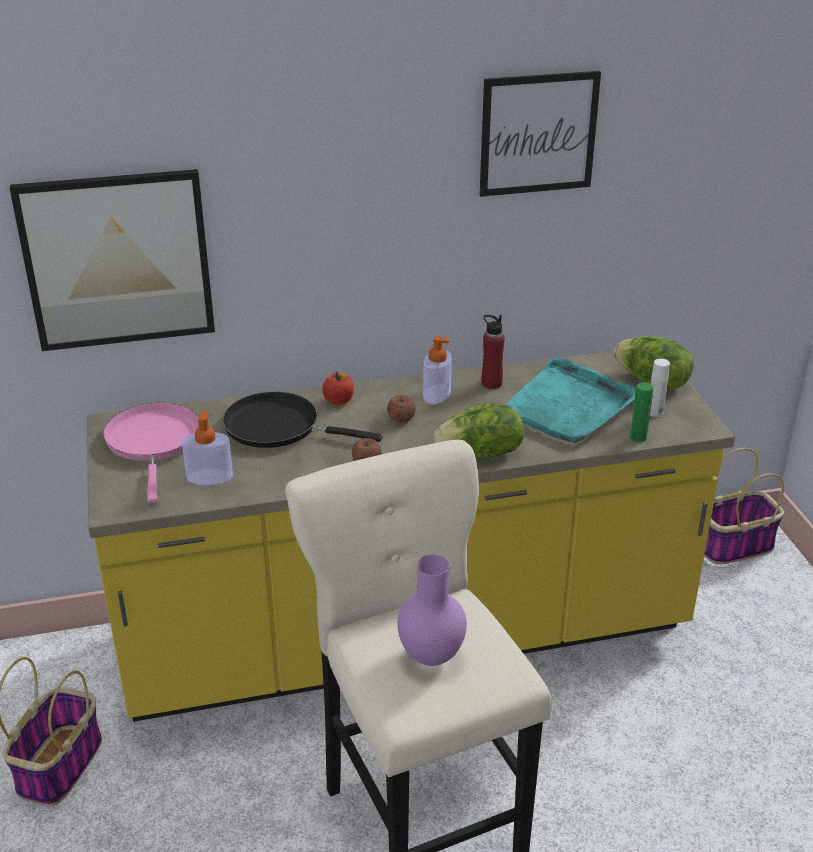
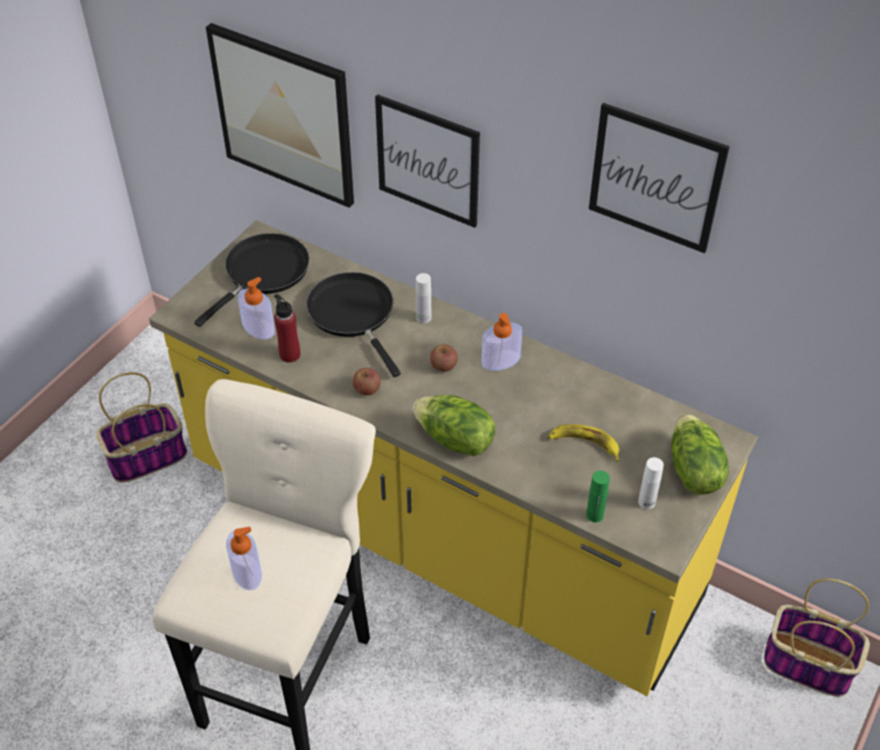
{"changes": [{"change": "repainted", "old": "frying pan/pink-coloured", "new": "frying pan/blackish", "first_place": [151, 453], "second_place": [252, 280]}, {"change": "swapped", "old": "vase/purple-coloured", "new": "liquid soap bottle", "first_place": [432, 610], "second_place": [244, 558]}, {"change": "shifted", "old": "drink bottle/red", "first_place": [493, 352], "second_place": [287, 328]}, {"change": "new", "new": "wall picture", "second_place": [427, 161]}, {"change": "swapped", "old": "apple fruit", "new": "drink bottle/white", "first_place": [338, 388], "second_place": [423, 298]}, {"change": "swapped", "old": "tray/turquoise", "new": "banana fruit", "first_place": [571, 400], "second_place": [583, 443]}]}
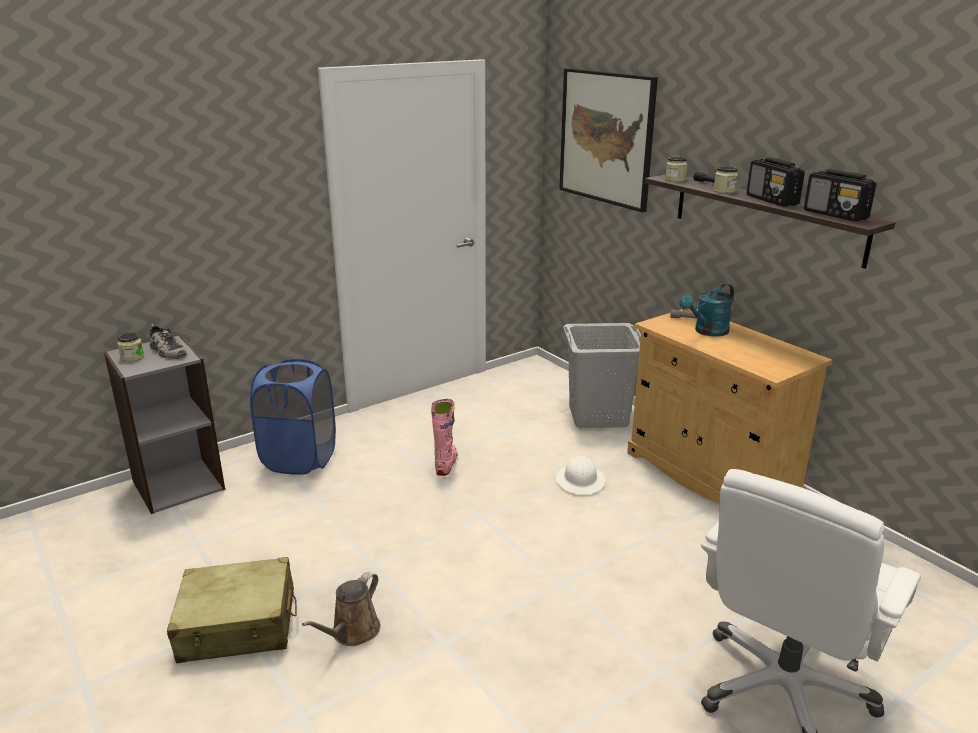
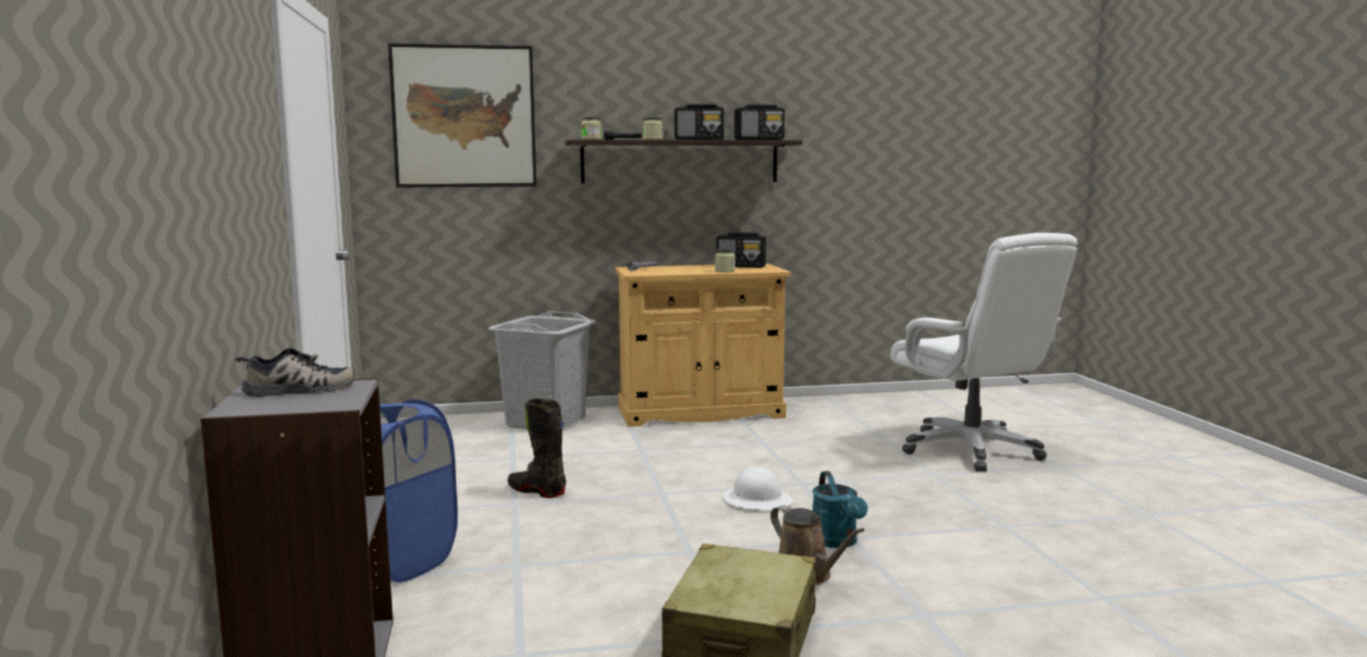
{"changes": [{"change": "repainted", "old": "tall boot/pink-coloured", "new": "tall boot/blackish", "first_place": [444, 437], "second_place": [537, 448]}, {"change": "shifted", "old": "storage jar", "first_place": [130, 347], "second_place": [725, 260]}, {"change": "new", "new": "radio receiver", "second_place": [741, 250]}, {"change": "shifted", "old": "safety helmet/white", "first_place": [580, 475], "second_place": [758, 488]}, {"change": "shifted", "old": "watering pot/turquoise", "first_place": [707, 310], "second_place": [840, 509]}]}
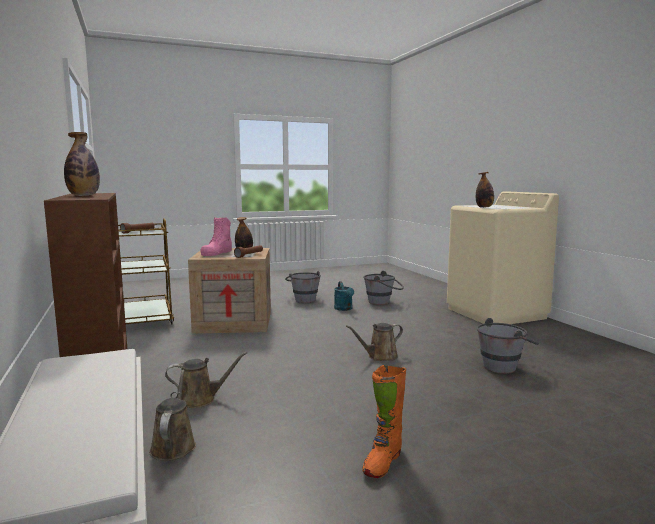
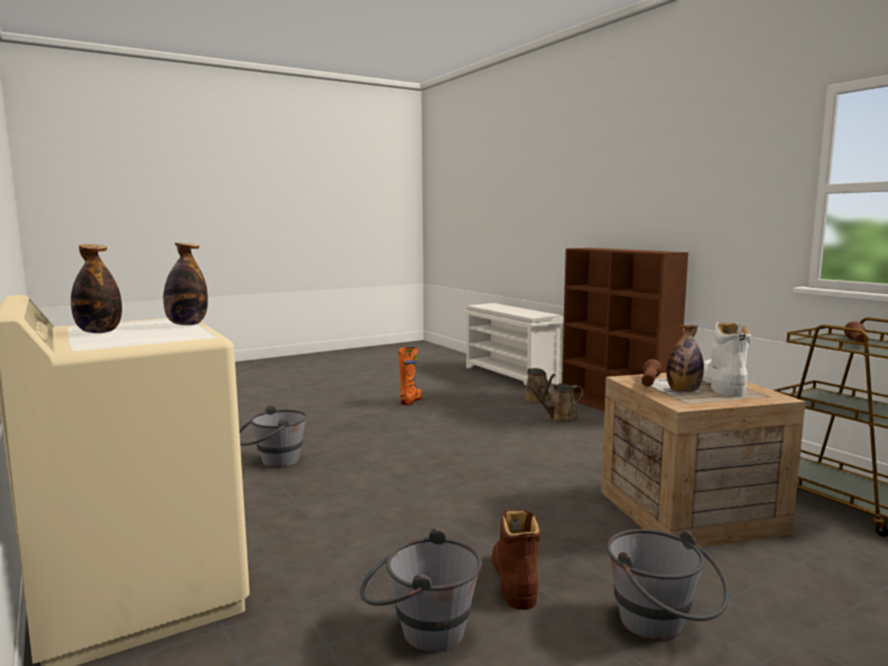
{"changes": [{"change": "shifted", "old": "drink bottle", "first_place": [82, 164], "second_place": [96, 288]}, {"change": "swapped", "old": "watering pot/turquoise", "new": "tall boot/brown-coloured", "first_place": [344, 296], "second_place": [516, 560]}, {"change": "repainted", "old": "tall boot/pink-coloured", "new": "tall boot/white", "first_place": [216, 236], "second_place": [726, 359]}, {"change": "gone", "old": "watering pot/brown-coloured", "first_place": [374, 342]}]}
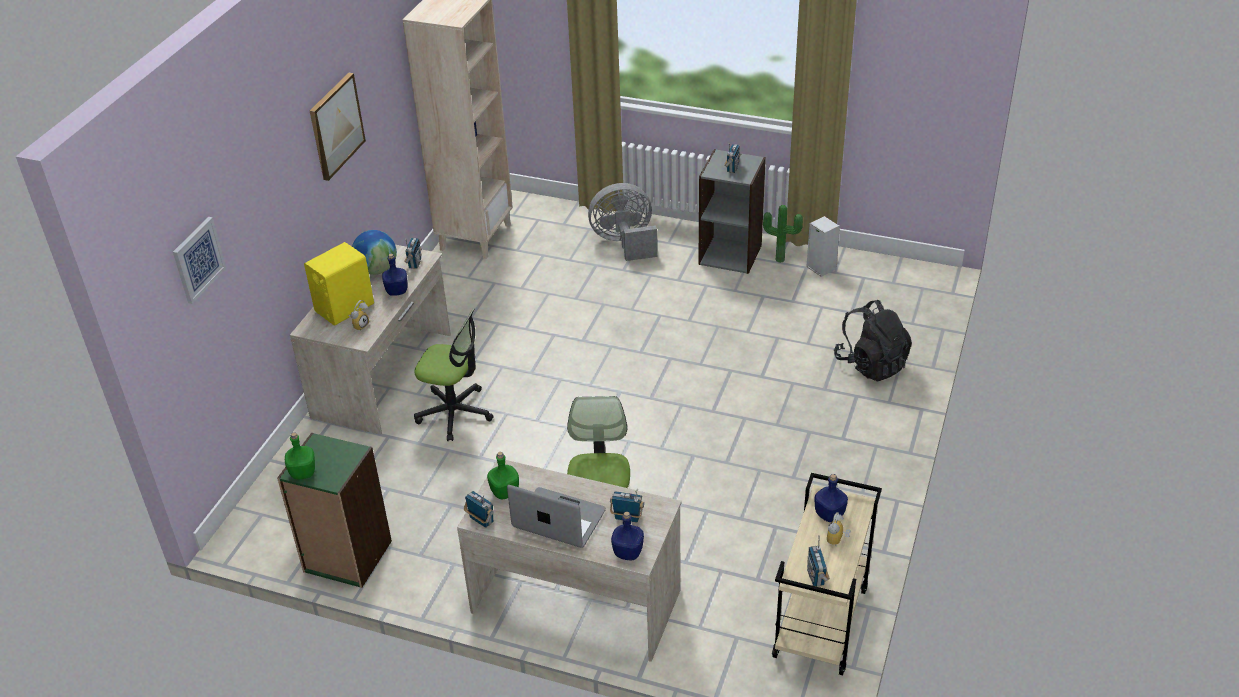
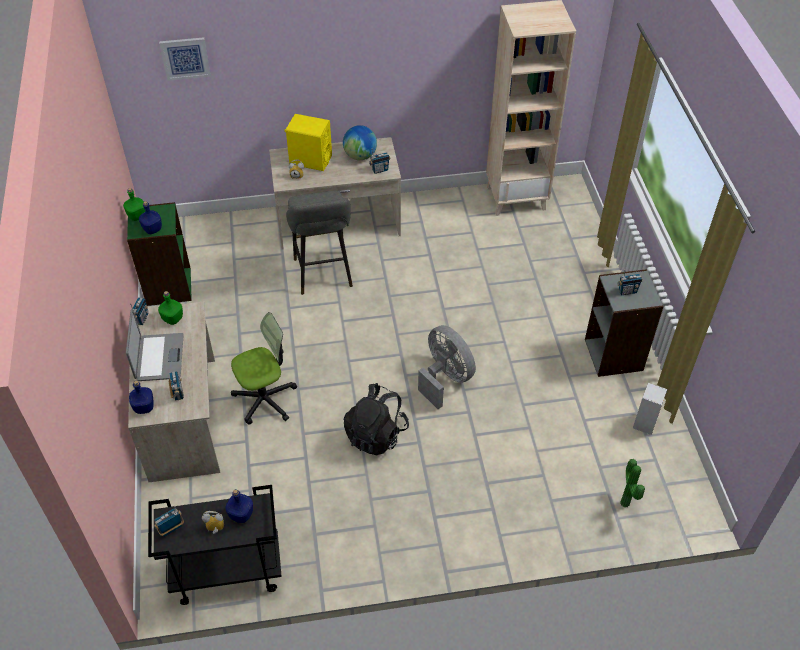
{"changes": [{"change": "shifted", "old": "drink bottle/bluish", "first_place": [395, 275], "second_place": [150, 217]}, {"change": "repainted", "old": "cart/sand-coloured", "new": "cart/blackish", "first_place": [827, 574], "second_place": [215, 545]}, {"change": "swapped", "old": "office chair", "new": "stool/greyish", "first_place": [454, 374], "second_place": [319, 243]}, {"change": "shifted", "old": "knapsack/blackish", "first_place": [873, 341], "second_place": [376, 419]}, {"change": "shifted", "old": "fan/greyish", "first_place": [622, 222], "second_place": [447, 367]}, {"change": "shifted", "old": "houseplant", "first_place": [783, 234], "second_place": [632, 483]}, {"change": "gone", "old": "wall picture", "first_place": [338, 127]}]}
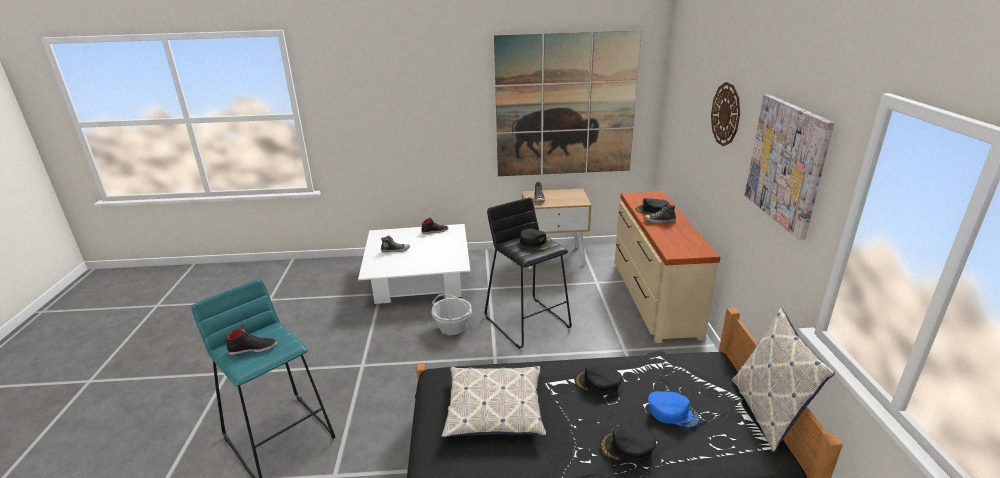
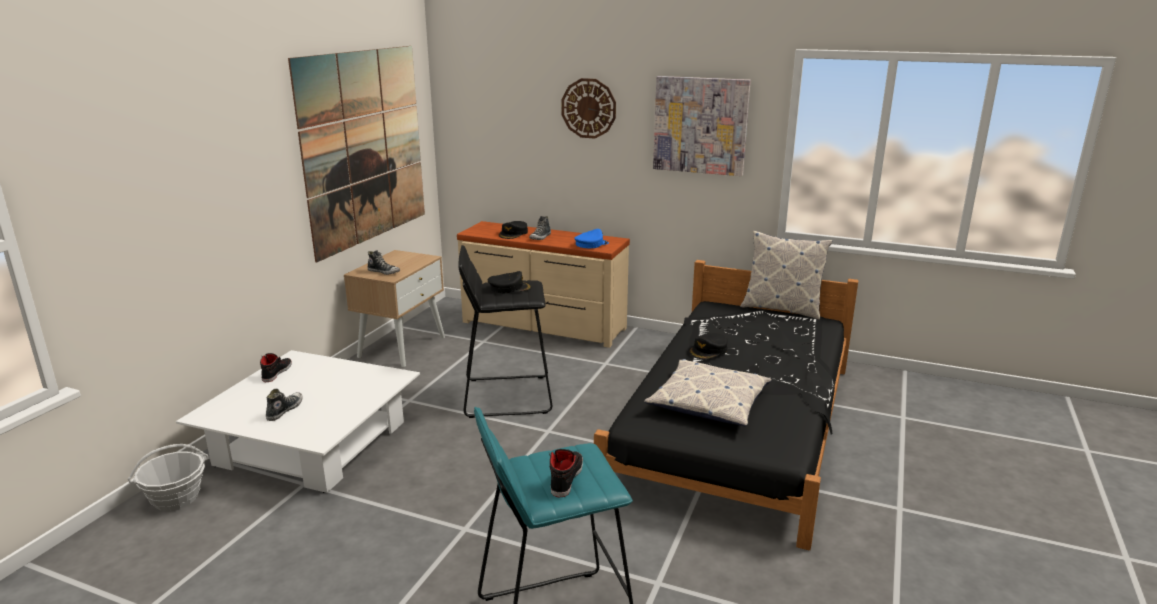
{"changes": [{"change": "shifted", "old": "storage basket", "first_place": [452, 314], "second_place": [168, 477]}, {"change": "shifted", "old": "cap/bluish", "first_place": [673, 409], "second_place": [591, 238]}, {"change": "gone", "old": "cap/blackish", "first_place": [628, 444]}]}
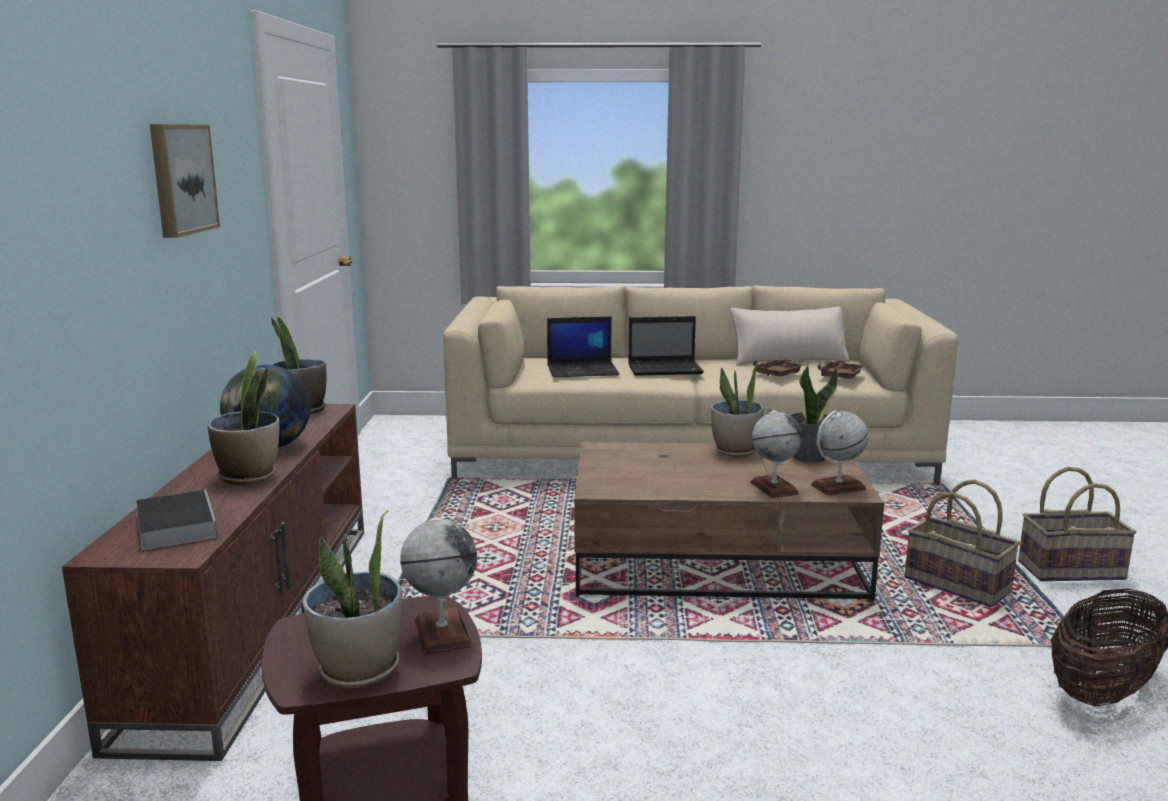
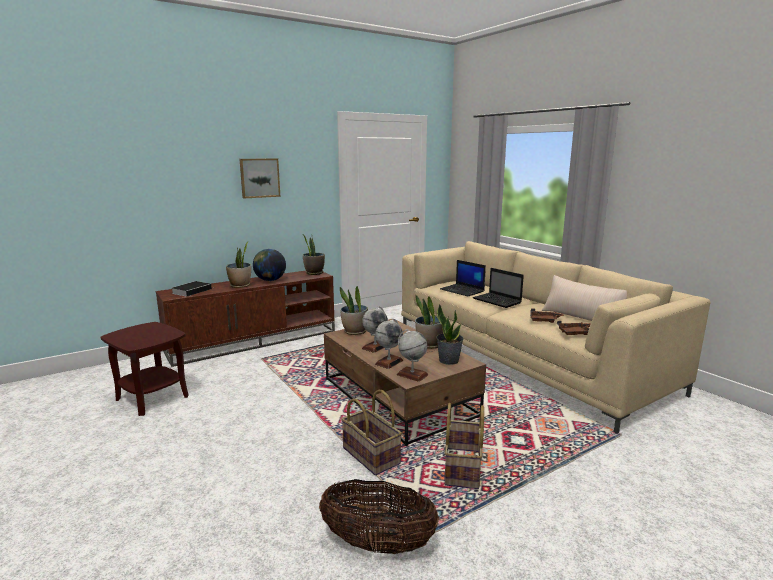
{"changes": [{"change": "shifted", "old": "houseplant", "first_place": [353, 599], "second_place": [354, 310]}, {"change": "shifted", "old": "storage basket", "first_place": [1077, 524], "second_place": [371, 433]}, {"change": "shifted", "old": "globe", "first_place": [438, 583], "second_place": [375, 329]}]}
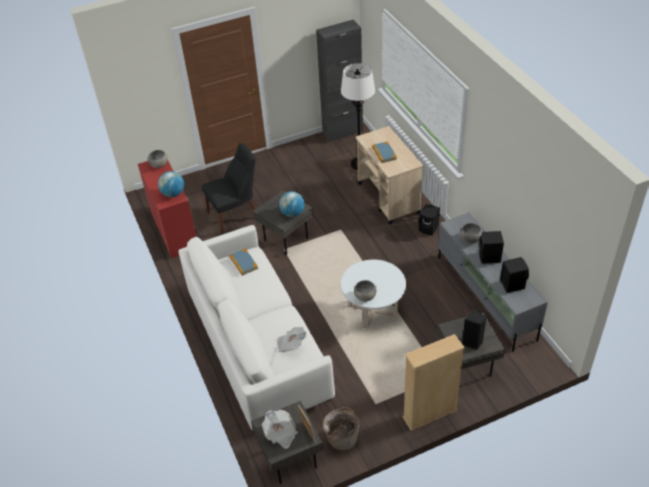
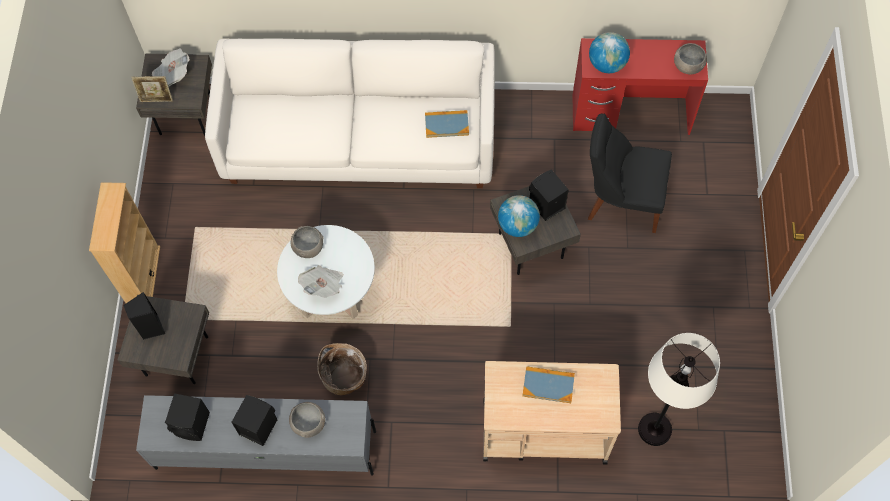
{"changes": [{"change": "shifted", "old": "daily paper", "first_place": [291, 339], "second_place": [320, 281]}, {"change": "shifted", "old": "storage basket", "first_place": [341, 428], "second_place": [342, 369]}, {"change": "shifted", "old": "loudspeaker/blackish", "first_place": [429, 219], "second_place": [549, 195]}, {"change": "rotated", "old": "upright chair/blackish", "first_place": [229, 188], "second_place": [630, 173], "degrees": 105}, {"change": "gone", "old": "storage cabinet/blackish", "first_place": [339, 81]}]}
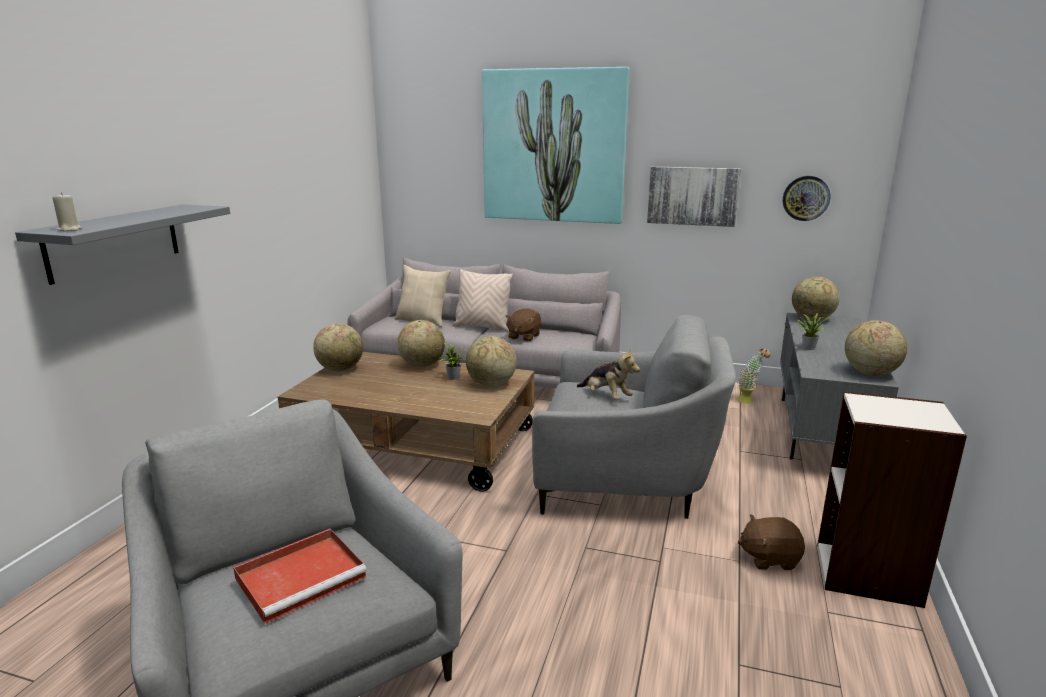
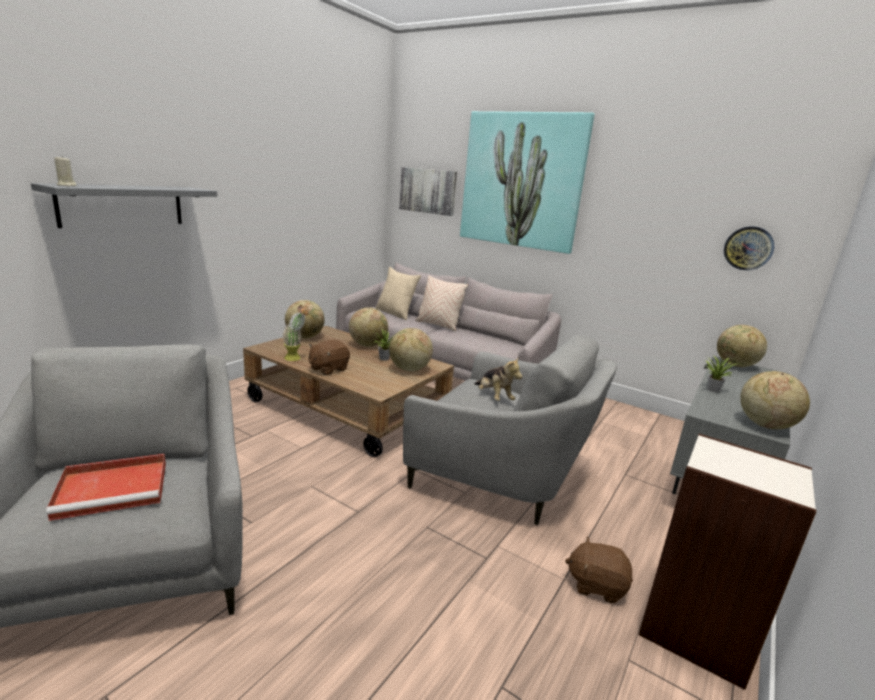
{"changes": [{"change": "shifted", "old": "houseplant", "first_place": [753, 376], "second_place": [295, 333]}, {"change": "shifted", "old": "plush toy/brown-coloured", "first_place": [523, 324], "second_place": [329, 357]}, {"change": "shifted", "old": "wall picture", "first_place": [694, 197], "second_place": [428, 191]}]}
